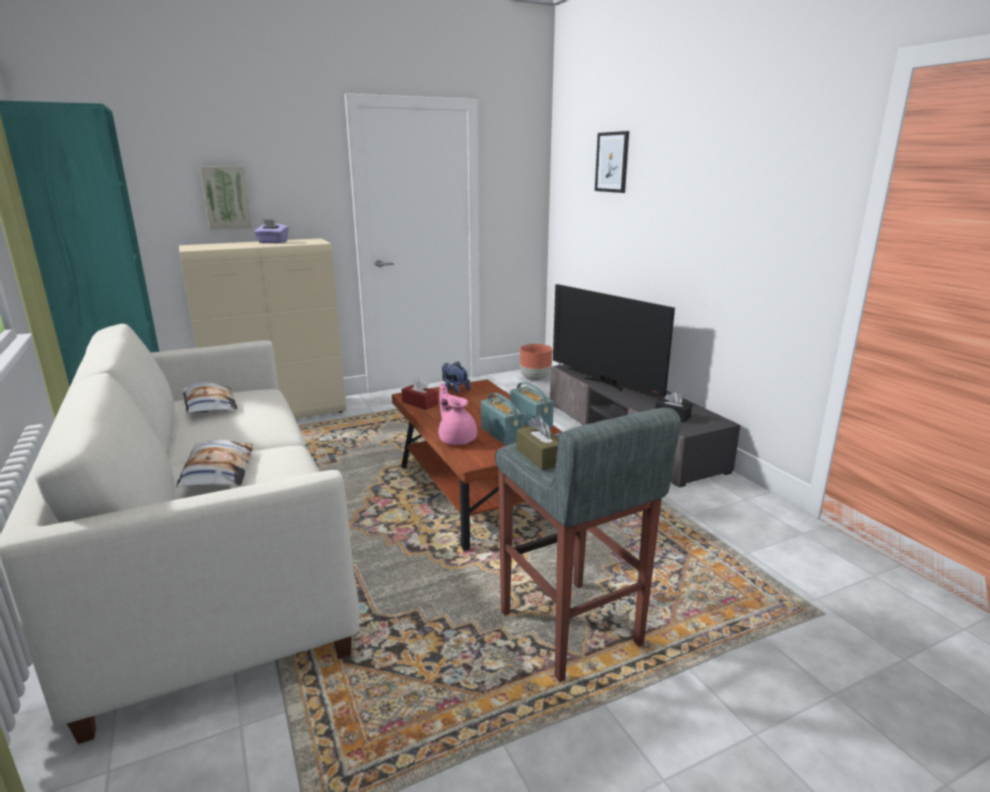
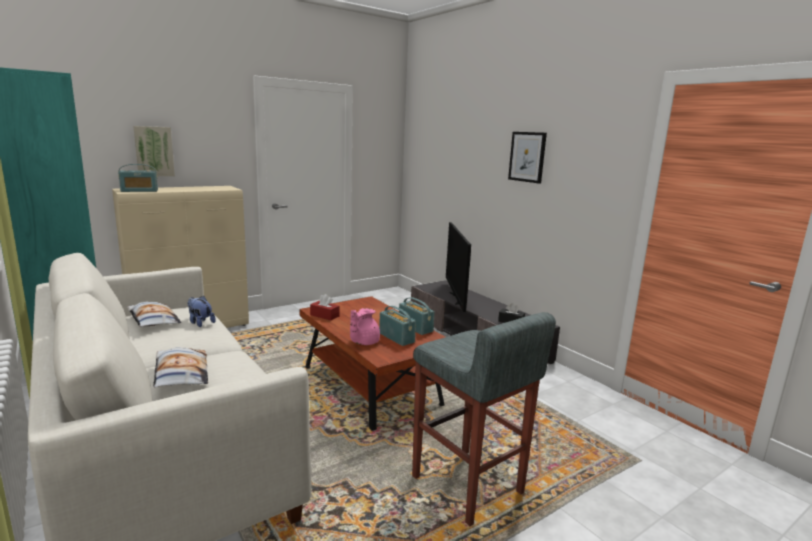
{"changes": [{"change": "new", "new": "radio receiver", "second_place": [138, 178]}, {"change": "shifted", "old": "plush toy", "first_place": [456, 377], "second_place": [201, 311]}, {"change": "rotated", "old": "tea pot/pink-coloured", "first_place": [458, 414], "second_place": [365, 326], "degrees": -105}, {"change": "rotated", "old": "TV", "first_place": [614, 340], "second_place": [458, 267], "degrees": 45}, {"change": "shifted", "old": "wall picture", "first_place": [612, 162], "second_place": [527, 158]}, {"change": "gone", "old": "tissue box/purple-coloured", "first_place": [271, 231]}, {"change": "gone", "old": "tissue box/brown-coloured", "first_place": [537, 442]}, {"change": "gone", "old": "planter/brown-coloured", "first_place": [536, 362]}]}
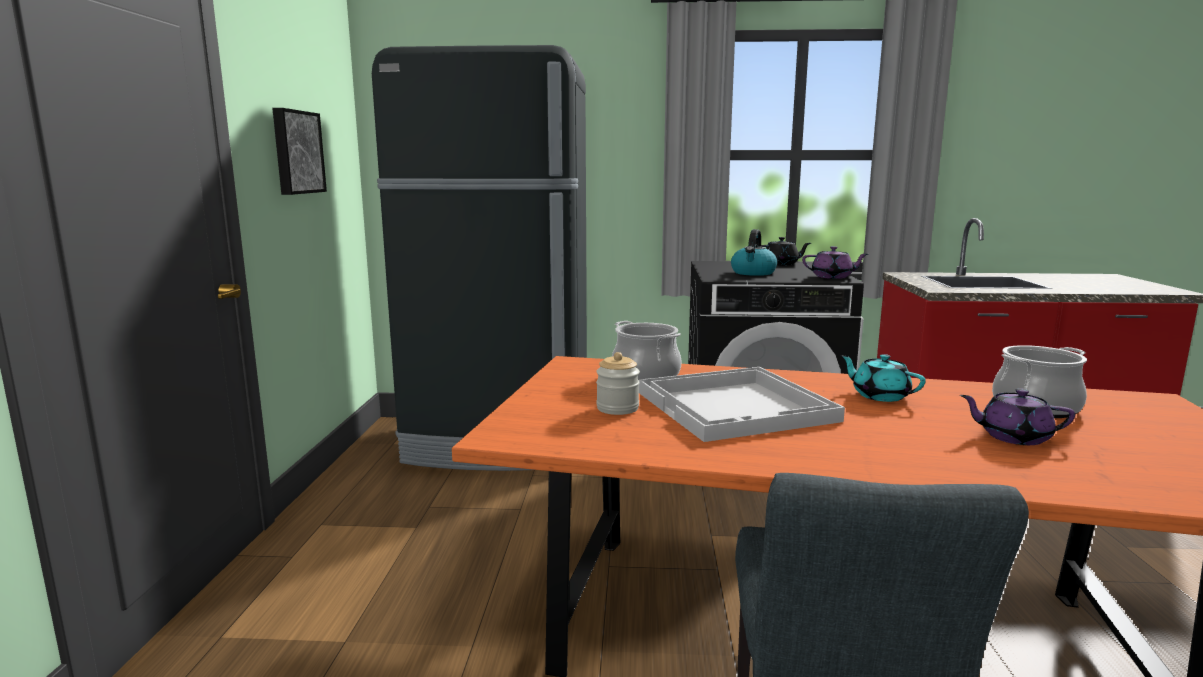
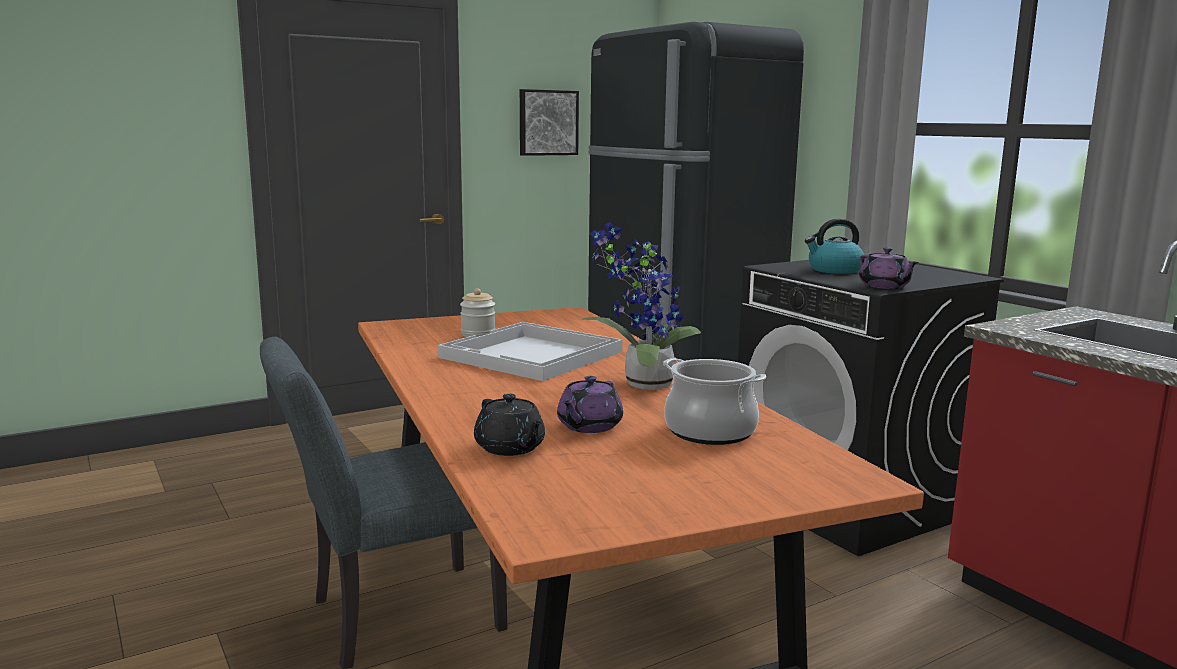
{"changes": [{"change": "shifted", "old": "tea pot/blackish", "first_place": [786, 251], "second_place": [509, 425]}, {"change": "rotated", "old": "tea pot/purple-coloured", "first_place": [1017, 416], "second_place": [590, 404], "degrees": -135}, {"change": "swapped", "old": "tea pot/turquoise", "new": "houseplant", "first_place": [883, 378], "second_place": [641, 306]}, {"change": "gone", "old": "stockpot", "first_place": [647, 350]}]}
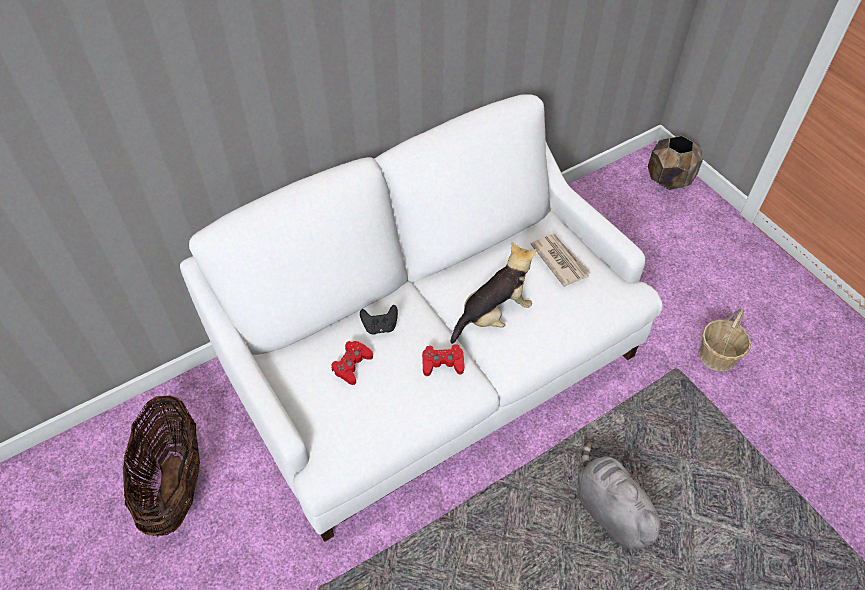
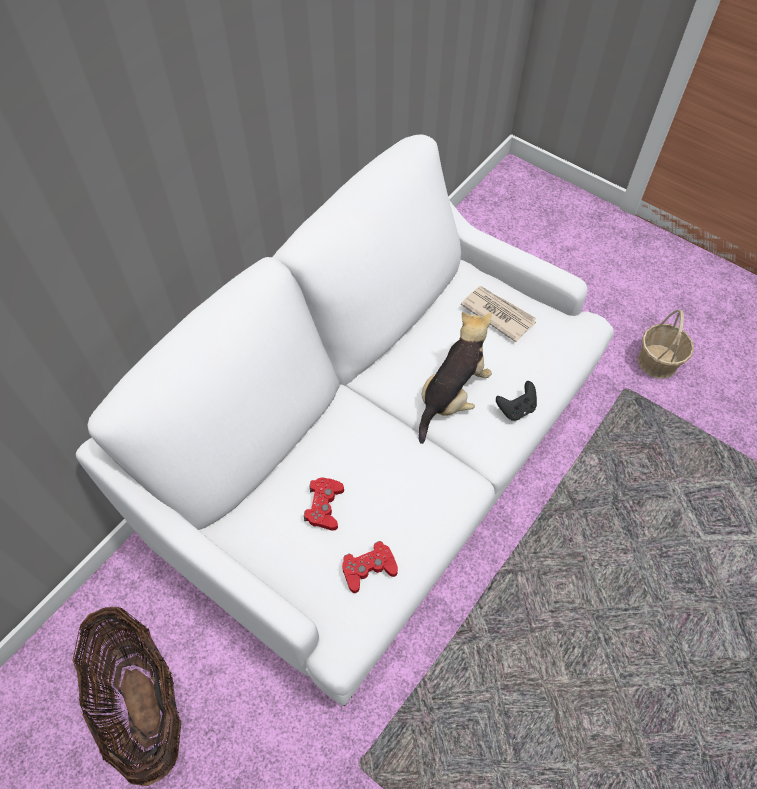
{"changes": [{"change": "shifted", "old": "gamepad/red", "first_place": [443, 360], "second_place": [370, 567]}, {"change": "shifted", "old": "gamepad/blackish", "first_place": [379, 320], "second_place": [516, 401]}, {"change": "gone", "old": "plush toy/greyish", "first_place": [622, 495]}, {"change": "gone", "old": "planter/brown-coloured", "first_place": [675, 163]}]}
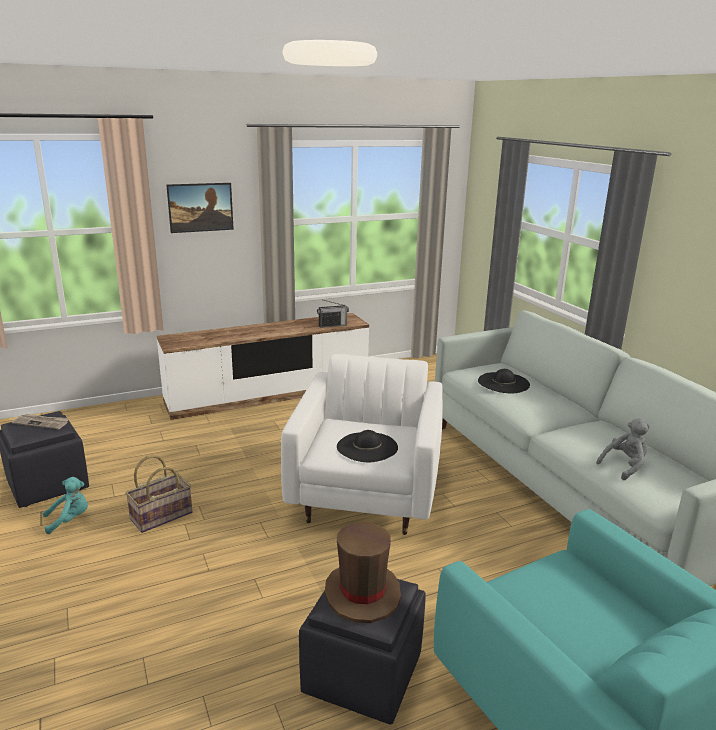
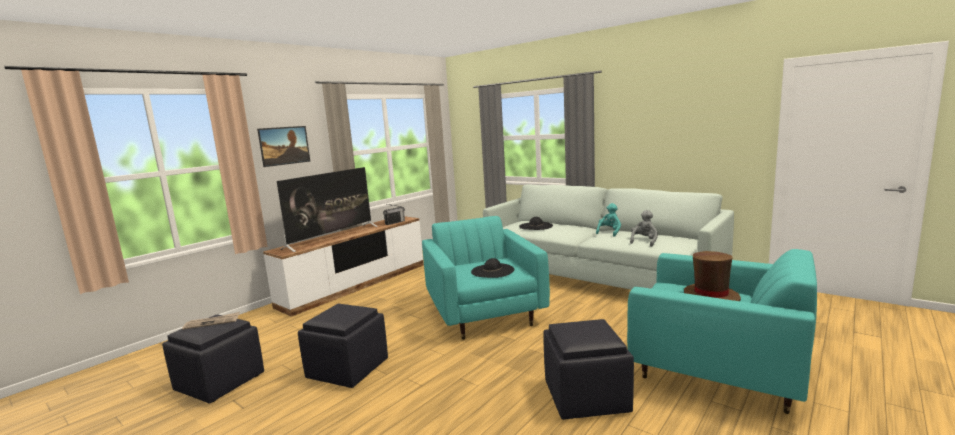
{"changes": [{"change": "new", "new": "TV", "second_place": [327, 209]}, {"change": "swapped", "old": "storage basket", "new": "footrest/blackish", "first_place": [158, 494], "second_place": [343, 346]}, {"change": "repainted", "old": "easy chair/white", "new": "easy chair/turquoise", "first_place": [362, 444], "second_place": [486, 278]}, {"change": "shifted", "old": "plush toy/turquoise", "first_place": [65, 505], "second_place": [608, 219]}, {"change": "shifted", "old": "clothing hat/brown-coloured", "first_place": [363, 572], "second_place": [712, 276]}]}
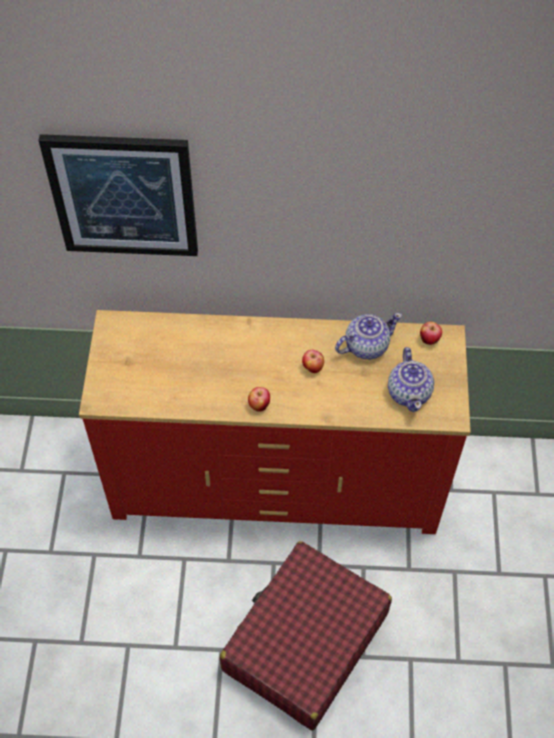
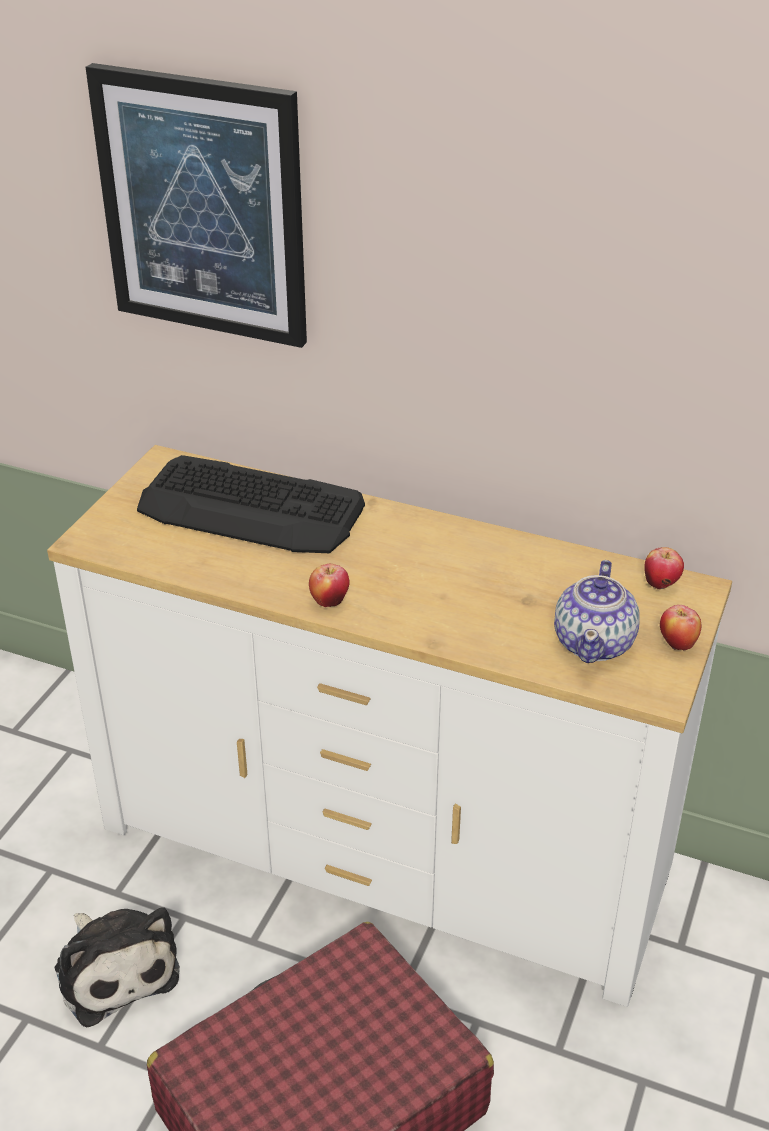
{"changes": [{"change": "repainted", "old": "drawer chest/red", "new": "drawer chest/white", "first_place": [275, 422], "second_place": [389, 726]}, {"change": "new", "new": "plush toy", "second_place": [117, 967]}, {"change": "new", "new": "PC keyboard", "second_place": [251, 504]}, {"change": "shifted", "old": "apple fruit", "first_place": [313, 361], "second_place": [681, 627]}, {"change": "gone", "old": "tea pot", "first_place": [368, 336]}]}
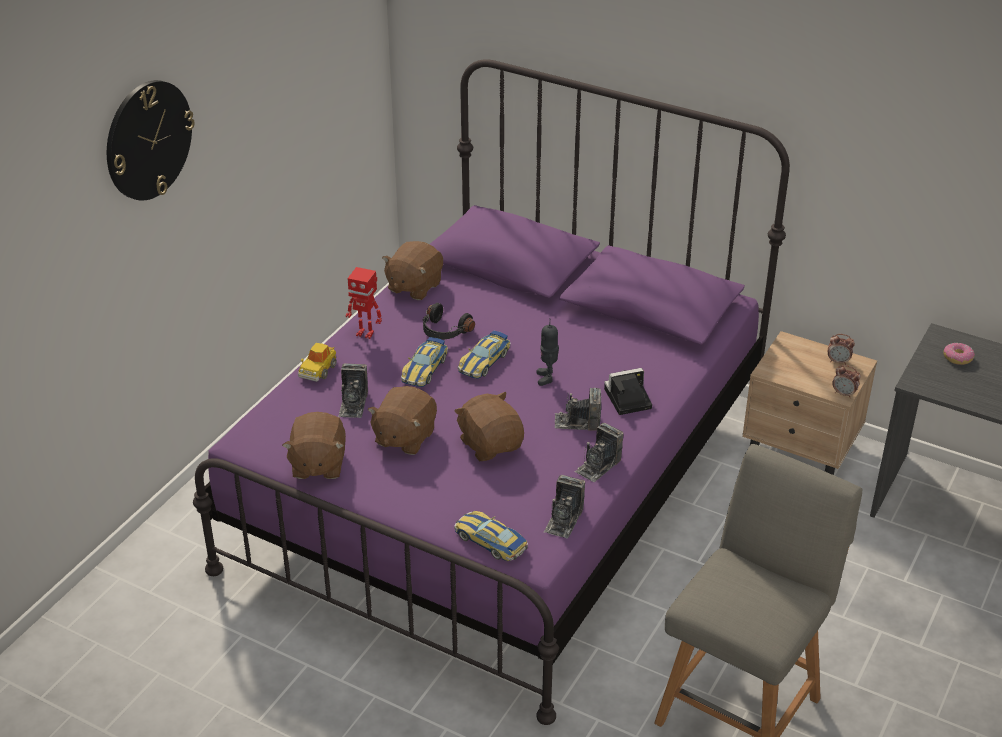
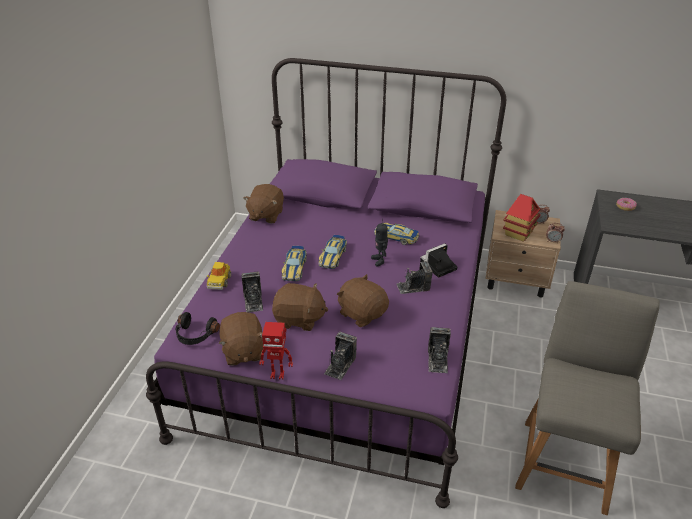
{"changes": [{"change": "shifted", "old": "headset/blackish", "first_place": [449, 321], "second_place": [197, 328]}, {"change": "shifted", "old": "robot figure", "first_place": [364, 303], "second_place": [276, 351]}, {"change": "rotated", "old": "plush toy/brown-coloured", "first_place": [402, 420], "second_place": [300, 307], "degrees": -90}, {"change": "shifted", "old": "still camera", "first_place": [599, 452], "second_place": [340, 356]}, {"change": "shifted", "old": "toy car", "first_place": [491, 536], "second_place": [396, 234]}, {"change": "new", "new": "toy house", "second_place": [522, 218]}, {"change": "gone", "old": "wall clock", "first_place": [151, 140]}]}
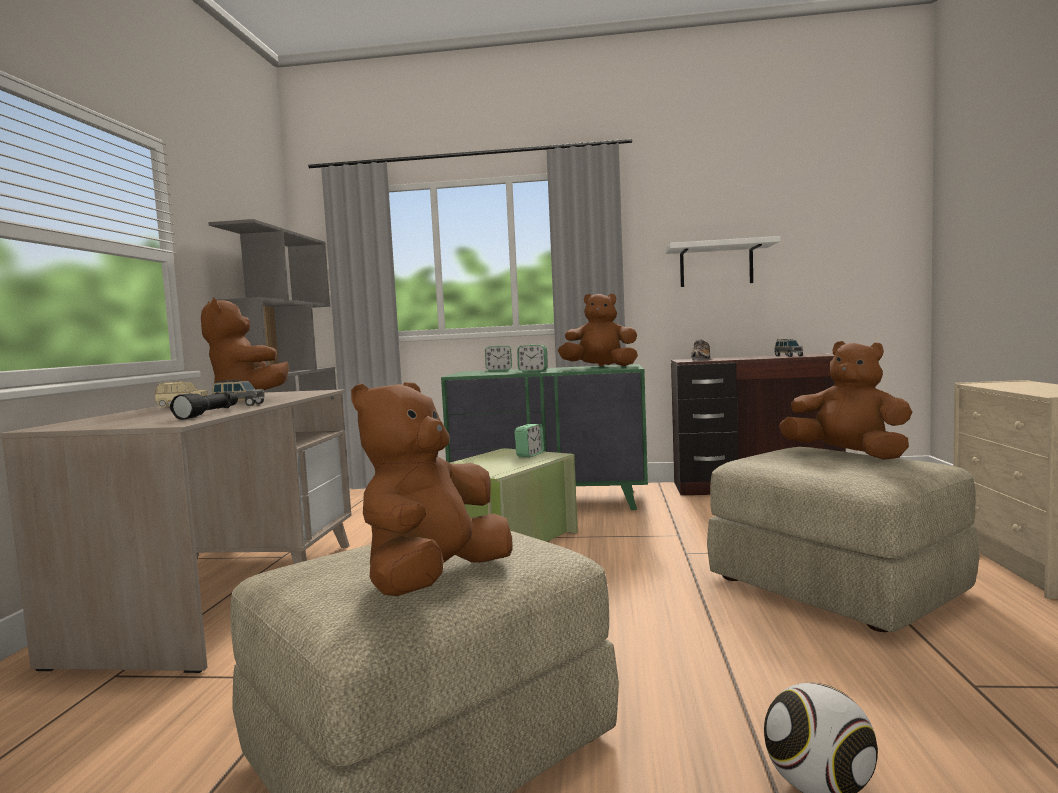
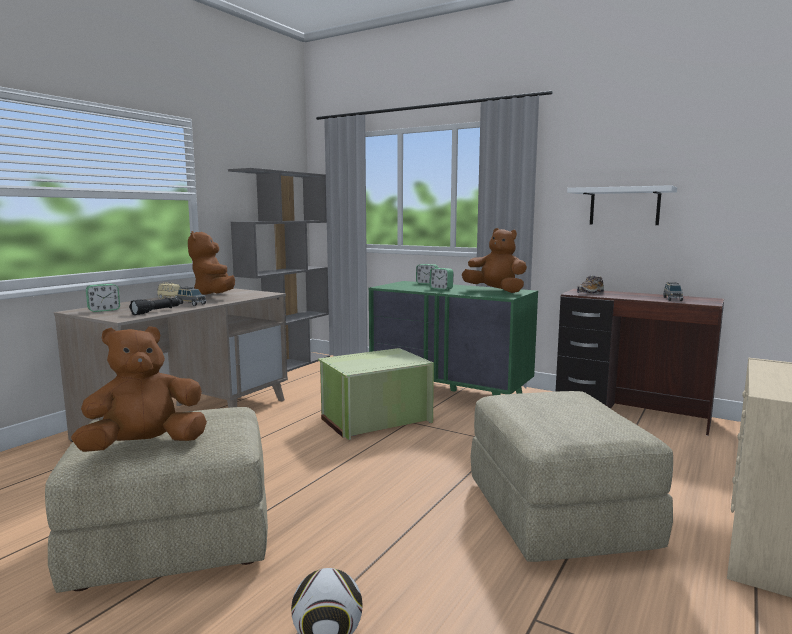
{"changes": [{"change": "shifted", "old": "alarm clock", "first_place": [529, 440], "second_place": [103, 298]}, {"change": "gone", "old": "plush toy/brown-coloured", "first_place": [845, 400]}]}
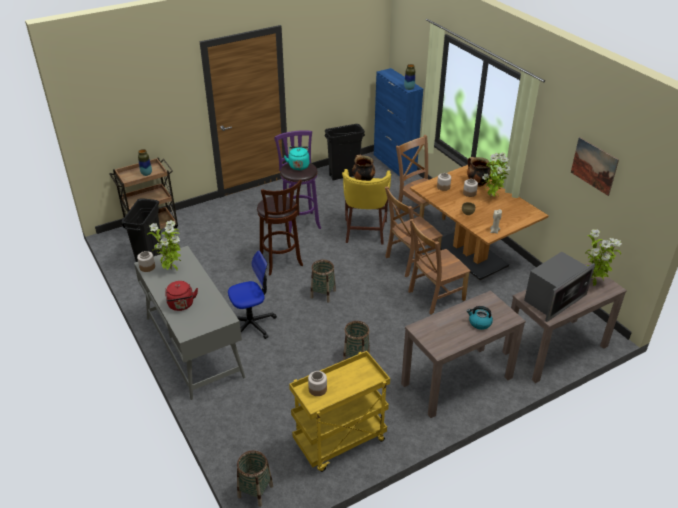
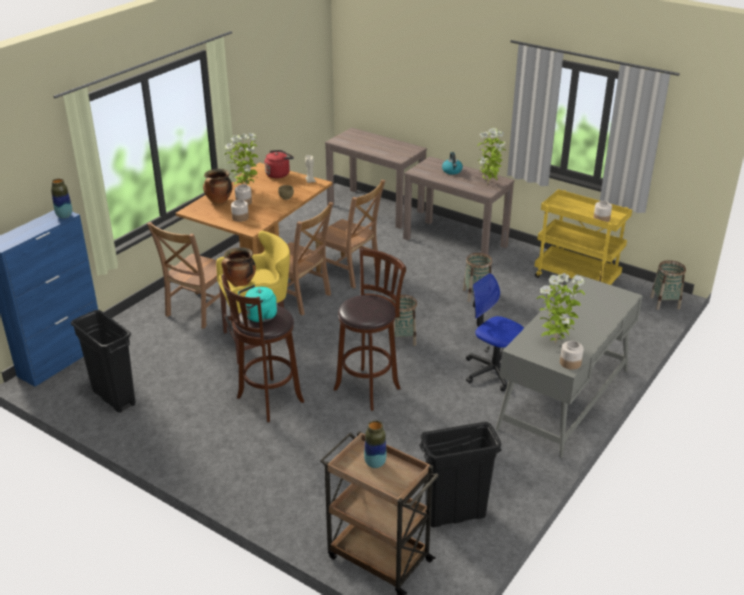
{"changes": [{"change": "repainted", "old": "stool/purple-coloured", "new": "stool/brown-coloured", "first_place": [297, 181], "second_place": [262, 348]}, {"change": "shifted", "old": "water kettle/red", "first_place": [181, 296], "second_place": [279, 164]}, {"change": "shifted", "old": "houseplant", "first_place": [603, 257], "second_place": [491, 156]}, {"change": "gone", "old": "microwave oven", "first_place": [559, 287]}, {"change": "gone", "old": "wall picture", "first_place": [595, 166]}]}
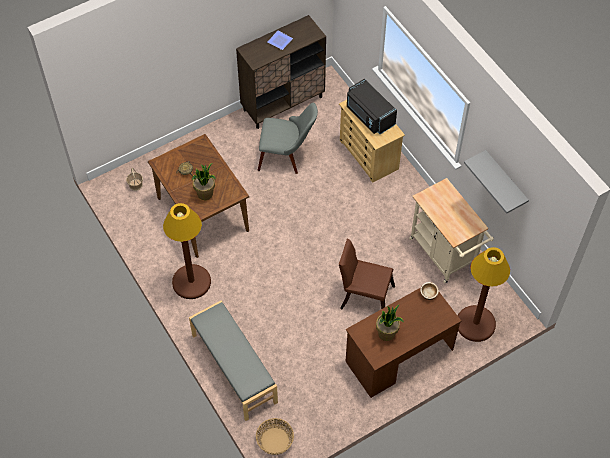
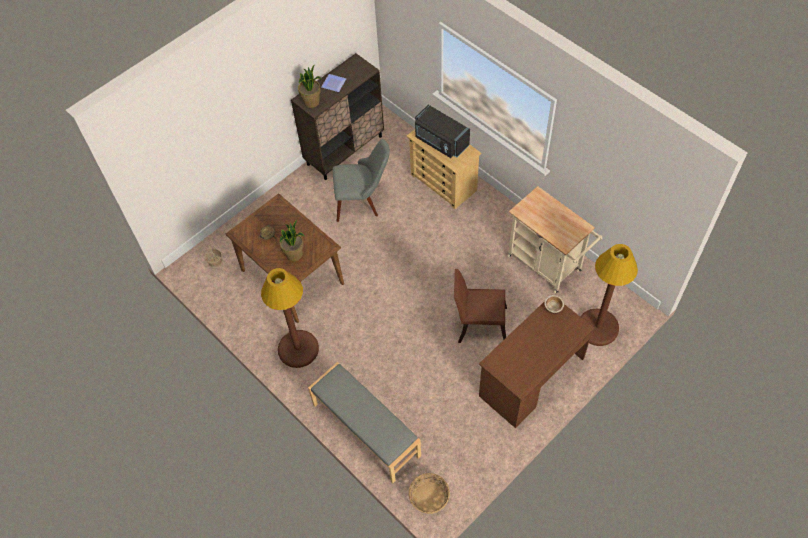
{"changes": [{"change": "shifted", "old": "houseplant", "first_place": [390, 322], "second_place": [309, 86]}, {"change": "gone", "old": "bracket shelf/greyish", "first_place": [496, 182]}]}
